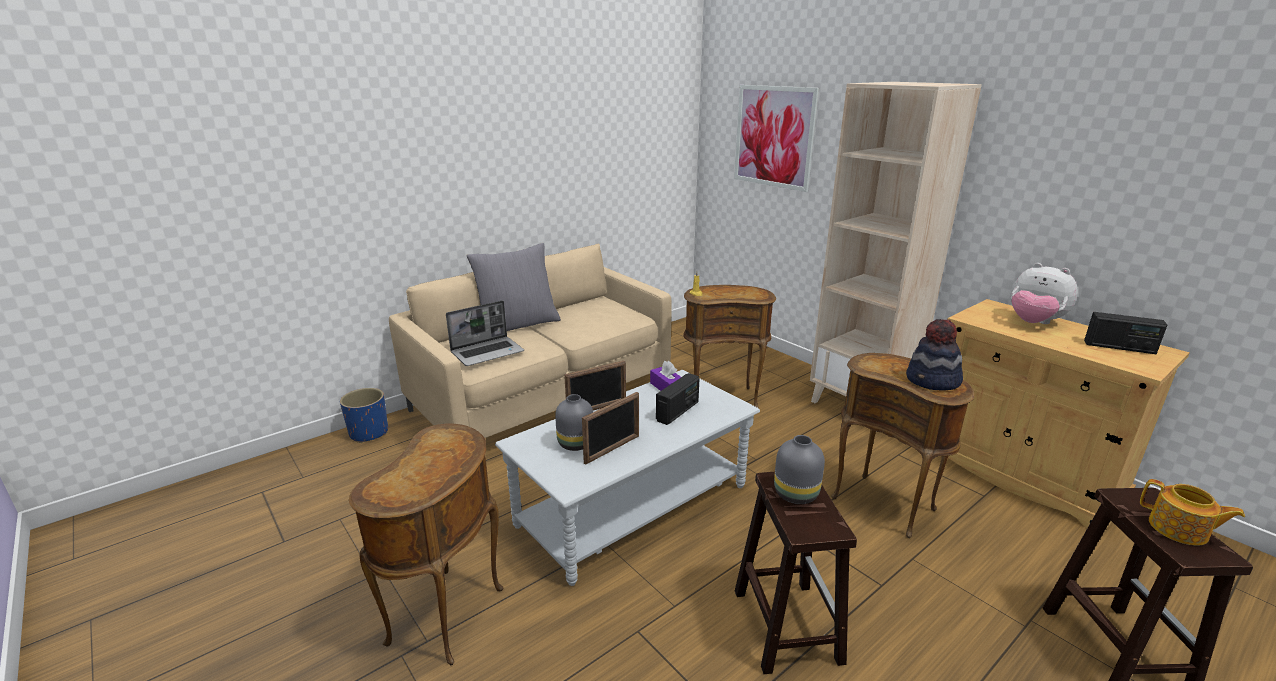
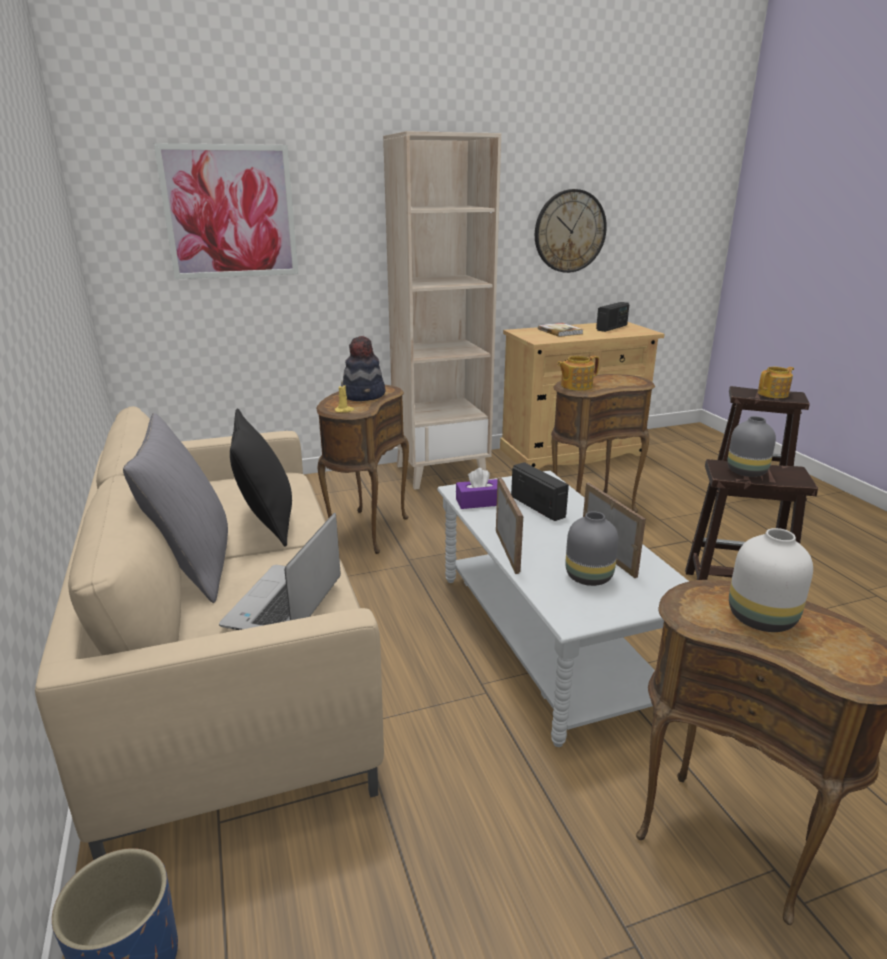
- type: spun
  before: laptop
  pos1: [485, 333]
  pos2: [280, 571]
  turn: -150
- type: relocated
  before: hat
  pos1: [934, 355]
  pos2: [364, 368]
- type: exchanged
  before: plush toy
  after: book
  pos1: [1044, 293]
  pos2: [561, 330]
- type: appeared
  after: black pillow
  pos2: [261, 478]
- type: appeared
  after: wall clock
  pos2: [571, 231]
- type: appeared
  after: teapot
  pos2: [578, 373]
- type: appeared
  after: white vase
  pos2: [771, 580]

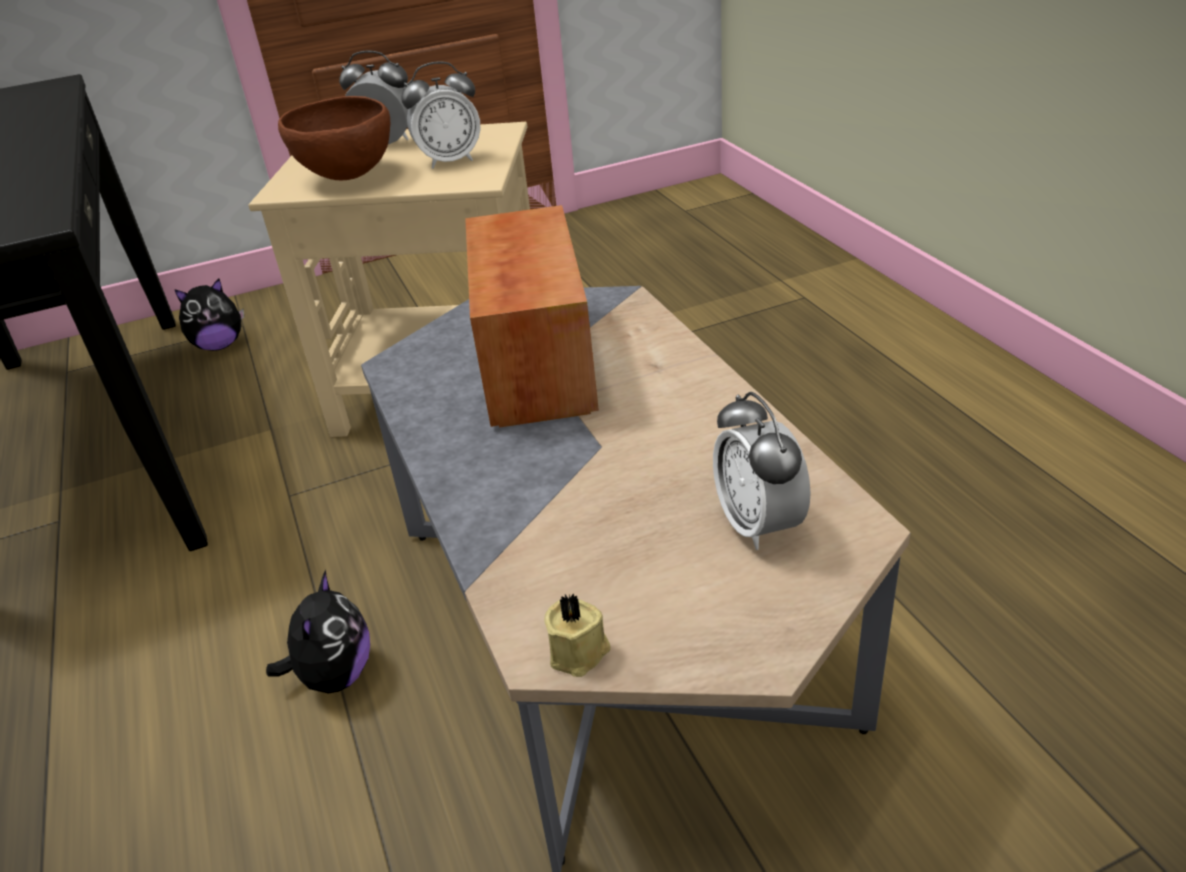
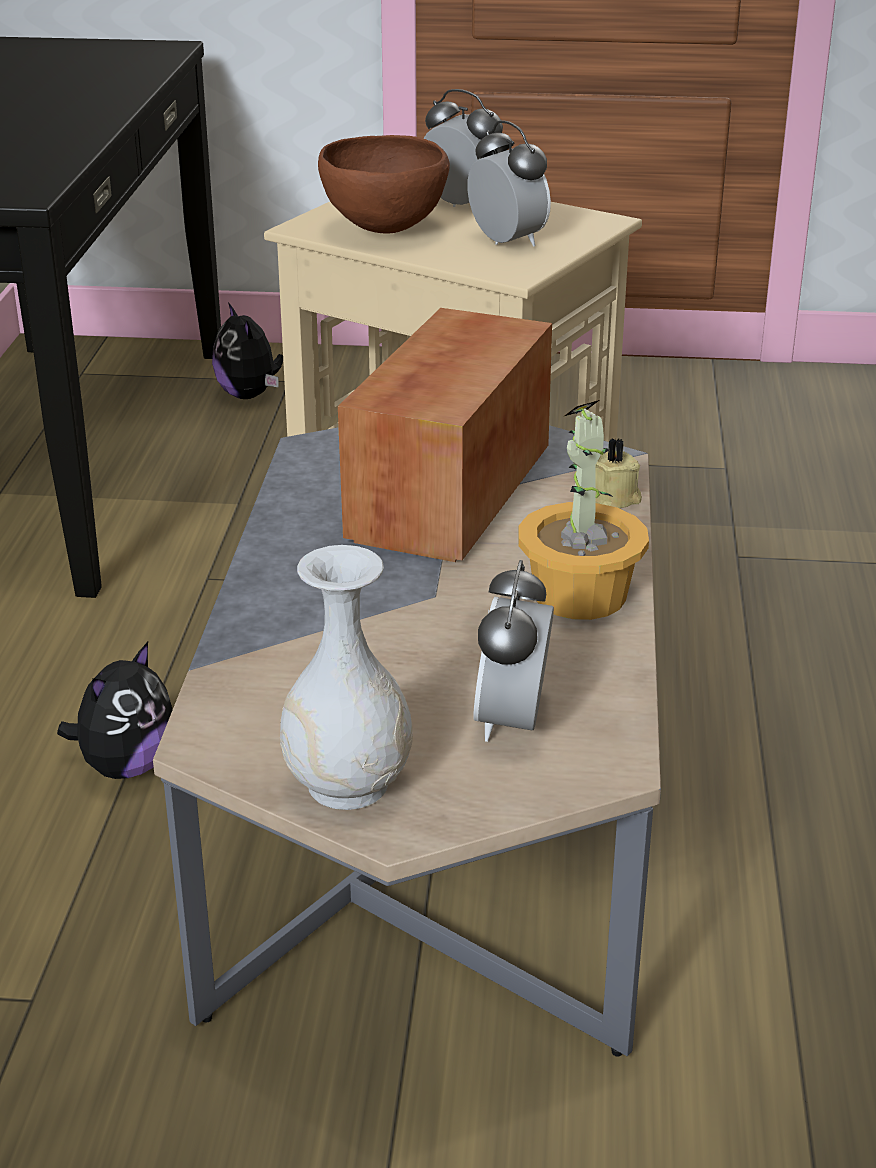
- type: spun
  before: plush toy
  pos1: [209, 314]
  pos2: [247, 350]
  turn: 60
- type: spun
  before: alarm clock
  pos1: [441, 115]
  pos2: [509, 183]
  turn: -135
- type: relocated
  before: beige candle
  pos1: [577, 635]
  pos2: [618, 472]
- type: appeared
  after: white vase
  pos2: [346, 677]
- type: appeared
  after: potted plant
  pos2: [583, 510]

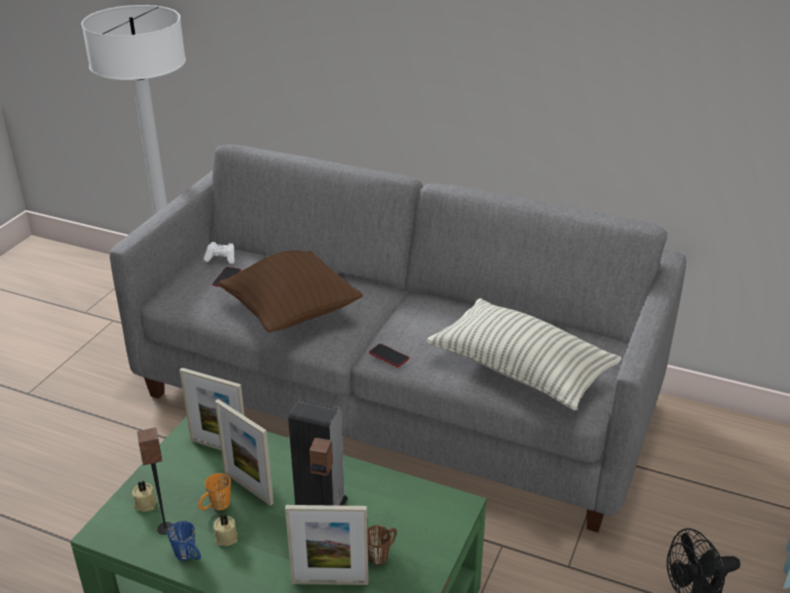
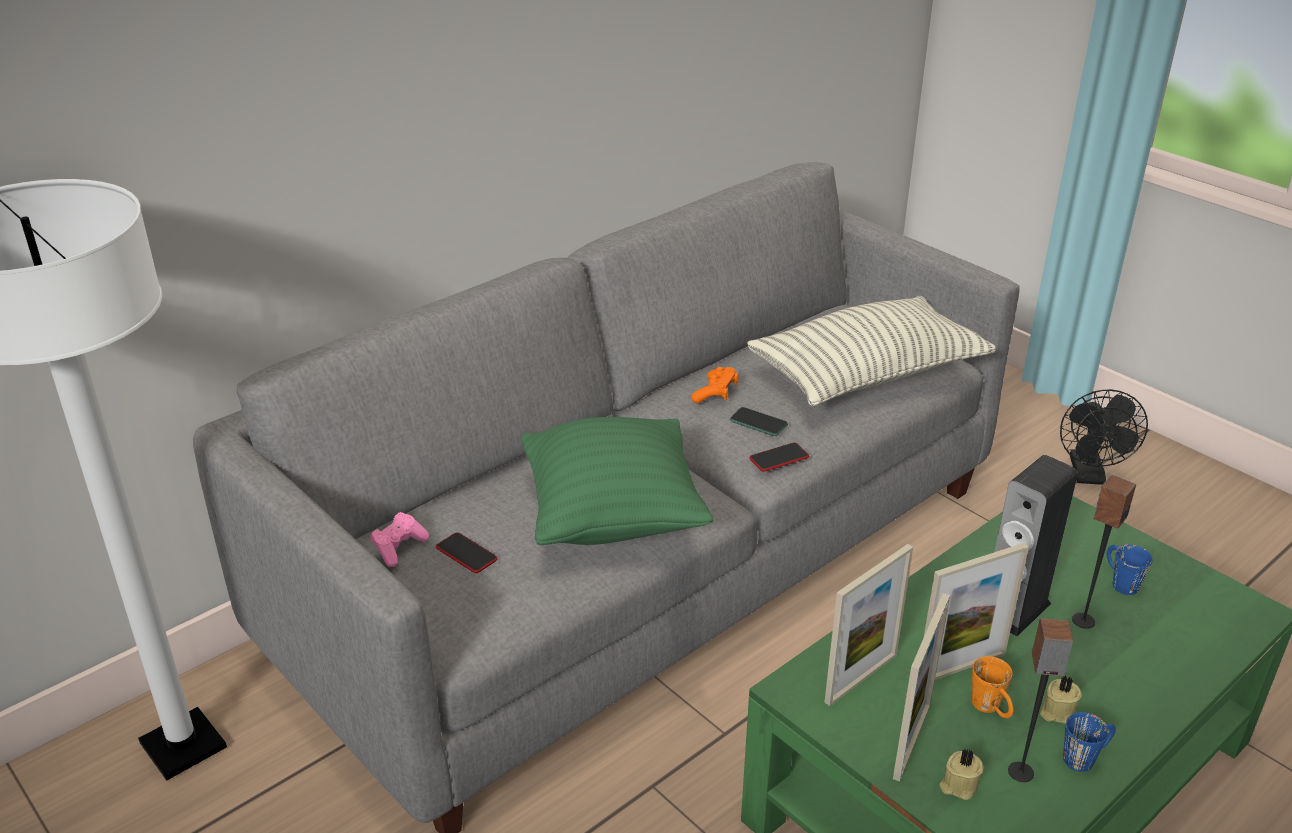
- type: colour
  before: white game controller
  after: pink game controller
  pos1: [219, 253]
  pos2: [399, 539]
- type: colour
  before: brown pillow
  after: green pillow
  pos1: [291, 291]
  pos2: [616, 481]
- type: relocated
  before: picture frame
  pos1: [326, 545]
  pos2: [921, 687]
- type: colour
  before: brown mug
  after: blue mug
  pos1: [382, 545]
  pos2: [1130, 570]
- type: appeared
  after: orange game controller
  pos2: [715, 385]
- type: appeared
  after: phone
  pos2: [759, 421]

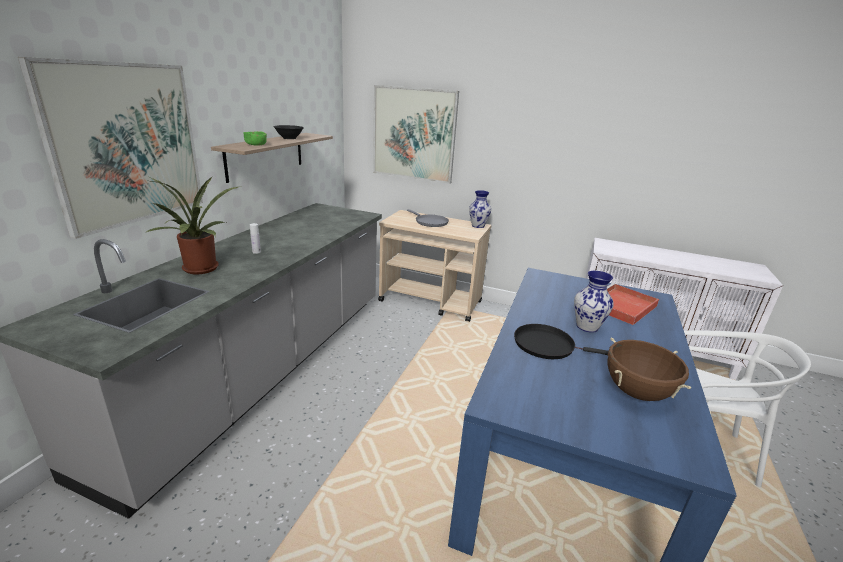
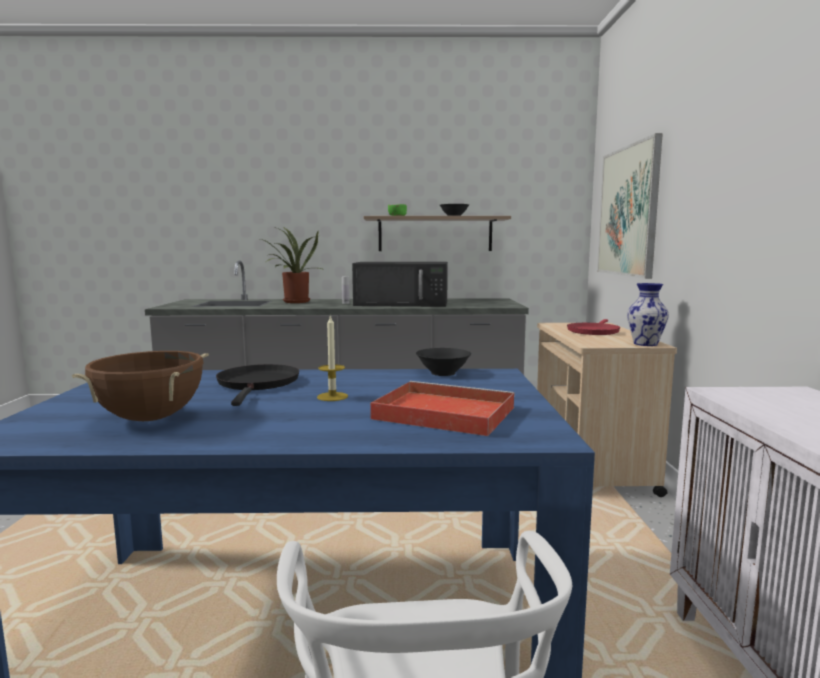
- type: missing
  before: picture
  pos1: [110, 148]
- type: colour
  before: grey frying pan
  after: red frying pan
  pos1: [428, 218]
  pos2: [594, 327]
- type: exchanged
  before: vase
  after: candle
  pos1: [594, 302]
  pos2: [332, 357]
- type: appeared
  after: black microwave
  pos2: [400, 284]
- type: appeared
  after: black bowl
  pos2: [443, 362]

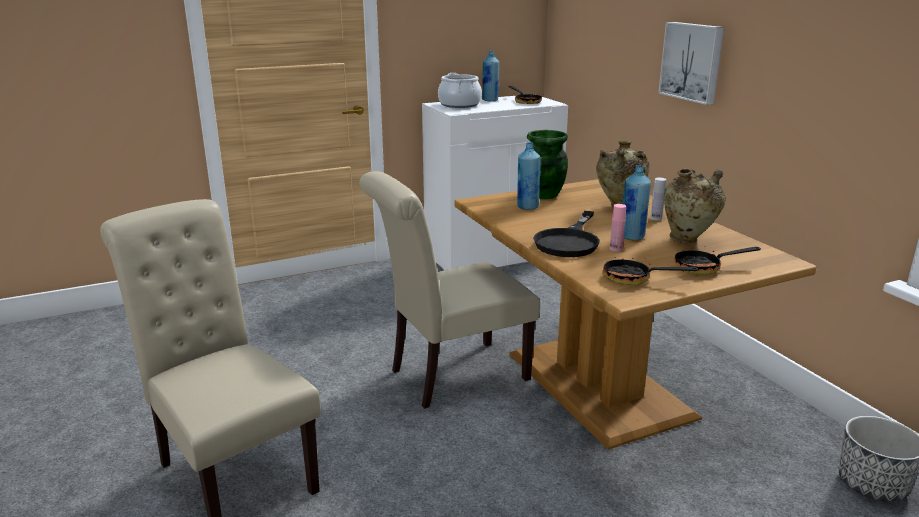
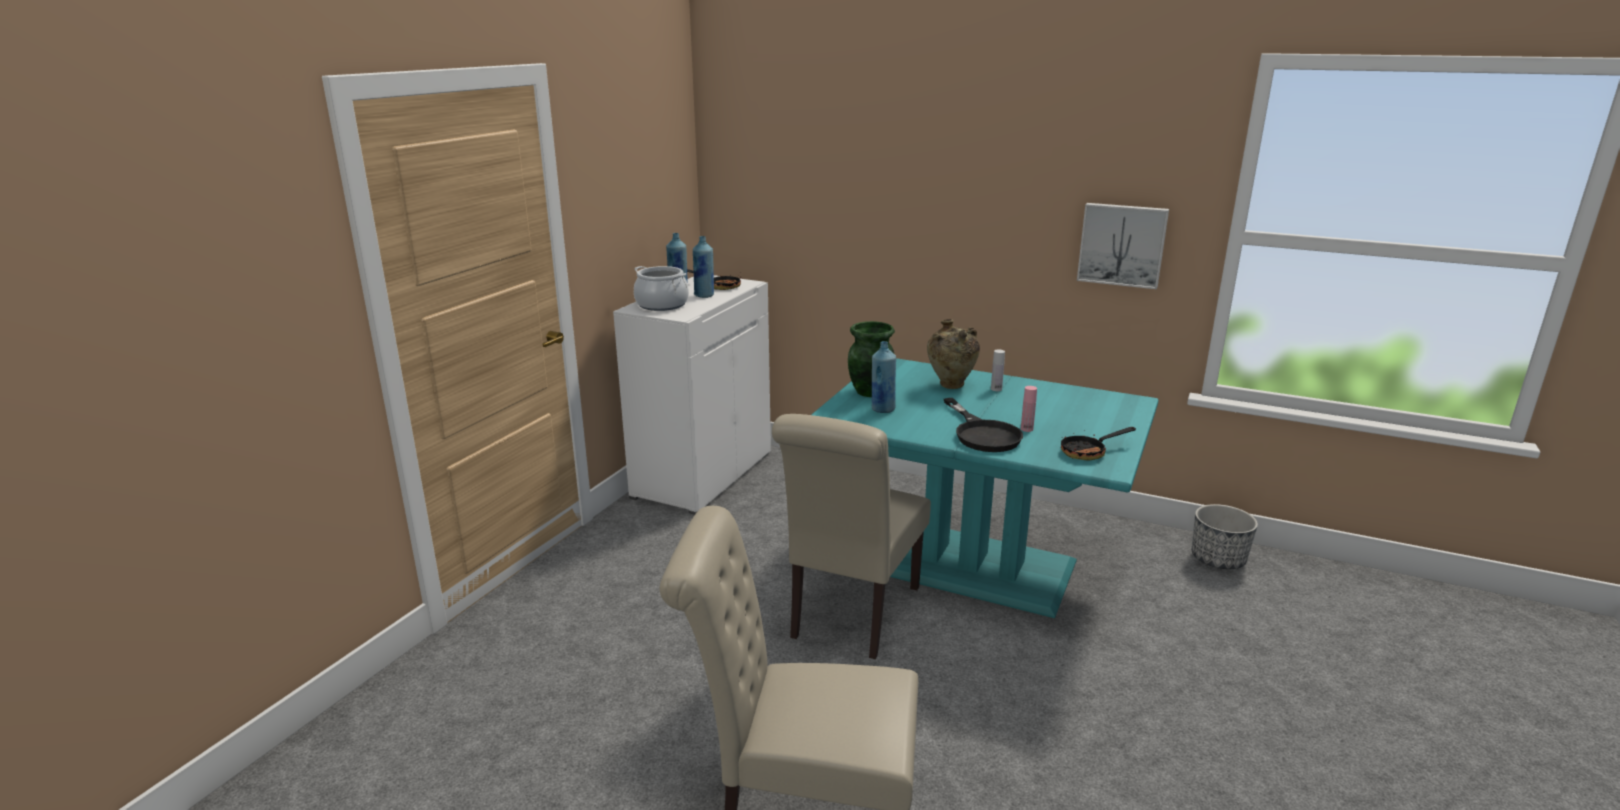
- type: colour
  before: brown dining table
  after: turquoise dining table
  pos1: [636, 314]
  pos2: [985, 488]
- type: relocated
  before: blue bottle
  pos1: [636, 202]
  pos2: [703, 267]
- type: relocated
  before: picture
  pos1: [691, 63]
  pos2: [1123, 246]
- type: missing
  before: beige vase
  pos1: [695, 206]
- type: missing
  before: frying pan
  pos1: [717, 260]

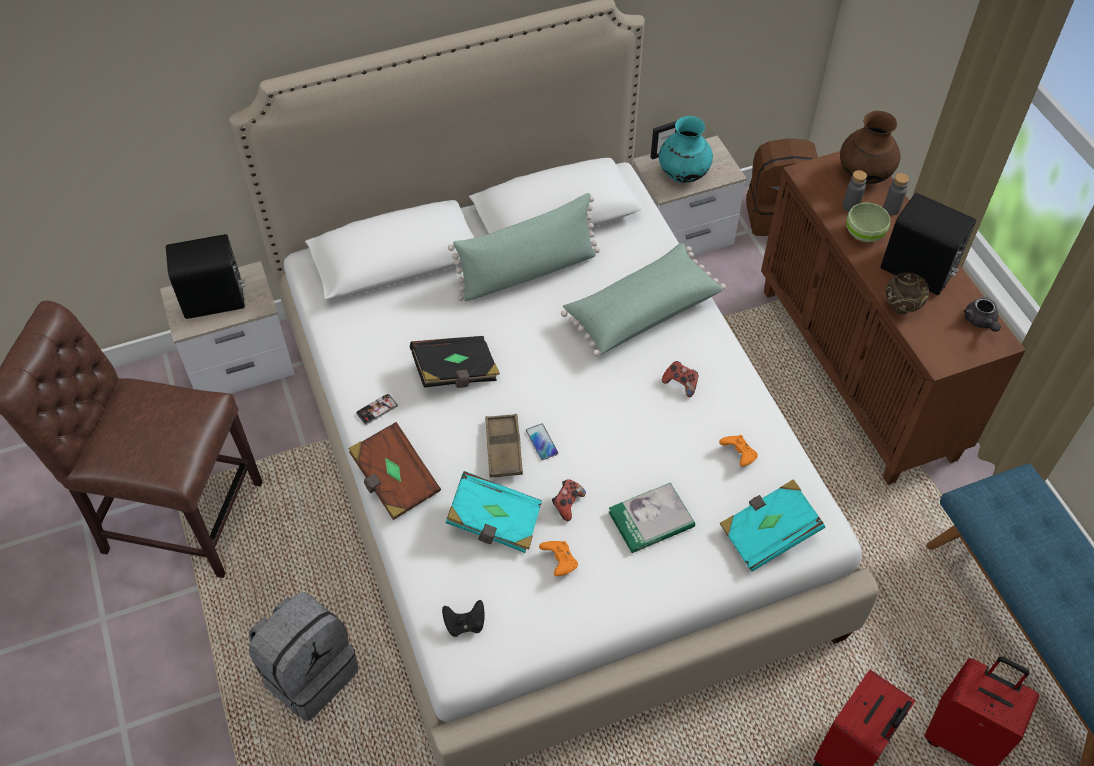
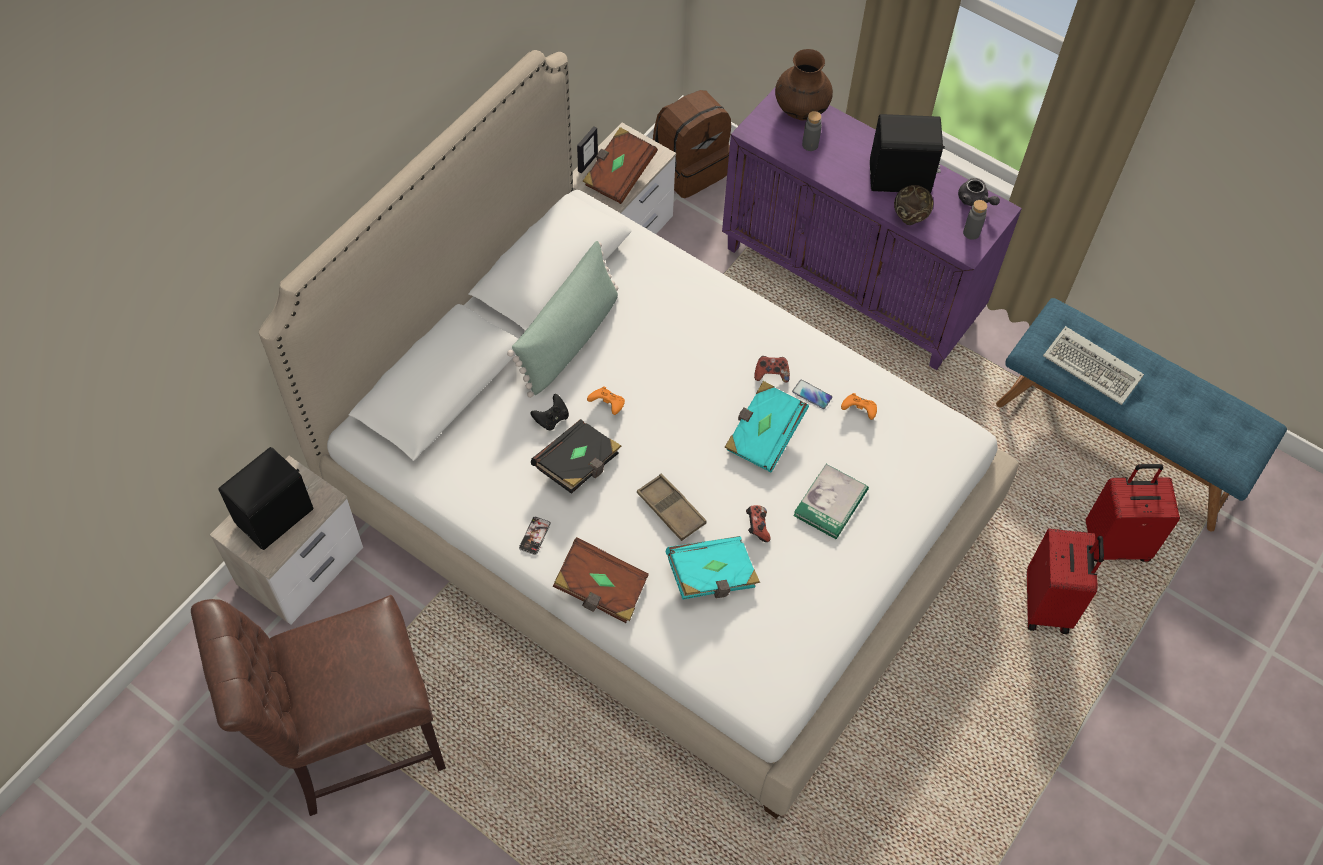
- type: missing
  before: grey backpack
  pos1: [303, 656]
- type: relocated
  before: black game controller
  pos1: [463, 618]
  pos2: [549, 412]
- type: relocated
  before: phone
  pos1: [542, 442]
  pos2: [812, 394]
- type: relocated
  before: orange game controller
  pos1: [558, 558]
  pos2: [606, 400]
- type: missing
  before: green pillow
  pos1: [643, 299]
- type: exchanged
  before: turquoise vase
  after: brown book
  pos1: [686, 149]
  pos2: [620, 165]
- type: relocated
  before: turquoise book
  pos1: [772, 525]
  pos2: [767, 427]
- type: colour
  before: brown cabinet
  after: purple cabinet
  pos1: [893, 318]
  pos2: [872, 229]
- type: missing
  before: green bowl
  pos1: [868, 222]
- type: relocated
  before: grey bottle
  pos1: [896, 194]
  pos2: [975, 220]
- type: appeared
  after: keyboard
  pos2: [1093, 365]

